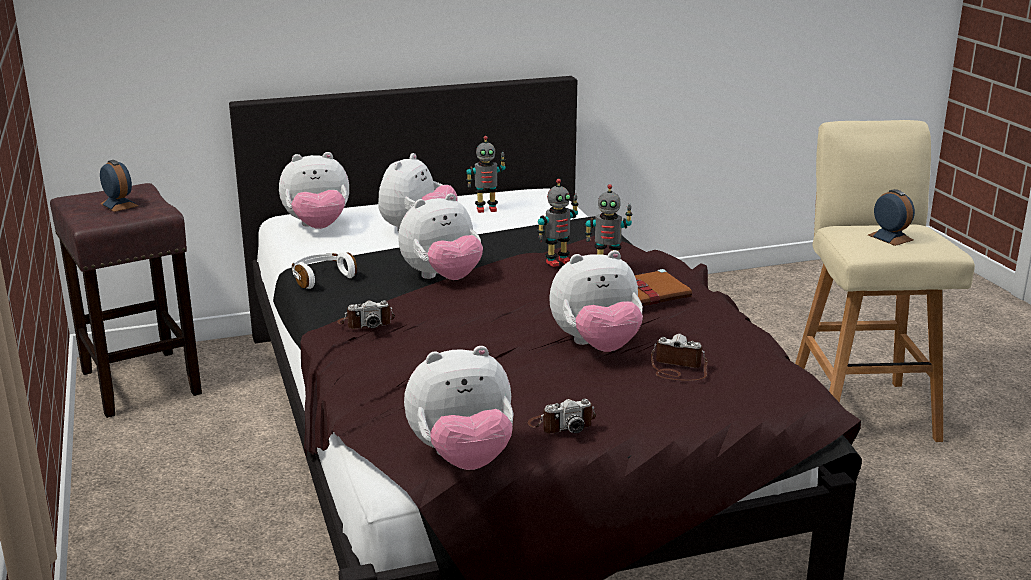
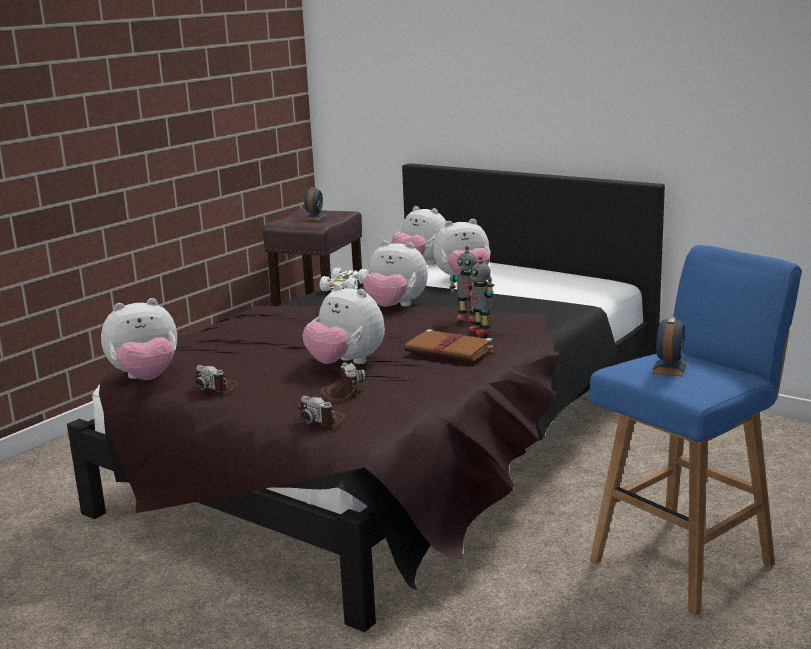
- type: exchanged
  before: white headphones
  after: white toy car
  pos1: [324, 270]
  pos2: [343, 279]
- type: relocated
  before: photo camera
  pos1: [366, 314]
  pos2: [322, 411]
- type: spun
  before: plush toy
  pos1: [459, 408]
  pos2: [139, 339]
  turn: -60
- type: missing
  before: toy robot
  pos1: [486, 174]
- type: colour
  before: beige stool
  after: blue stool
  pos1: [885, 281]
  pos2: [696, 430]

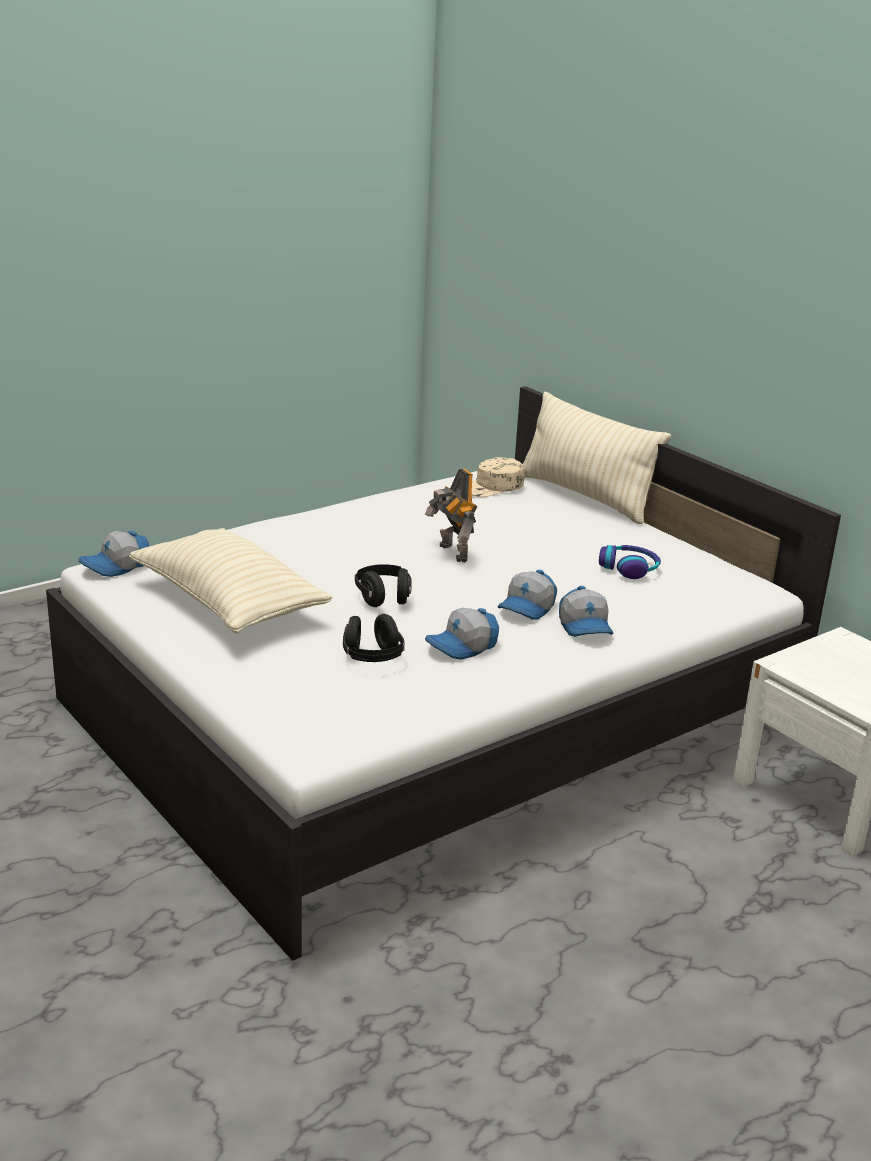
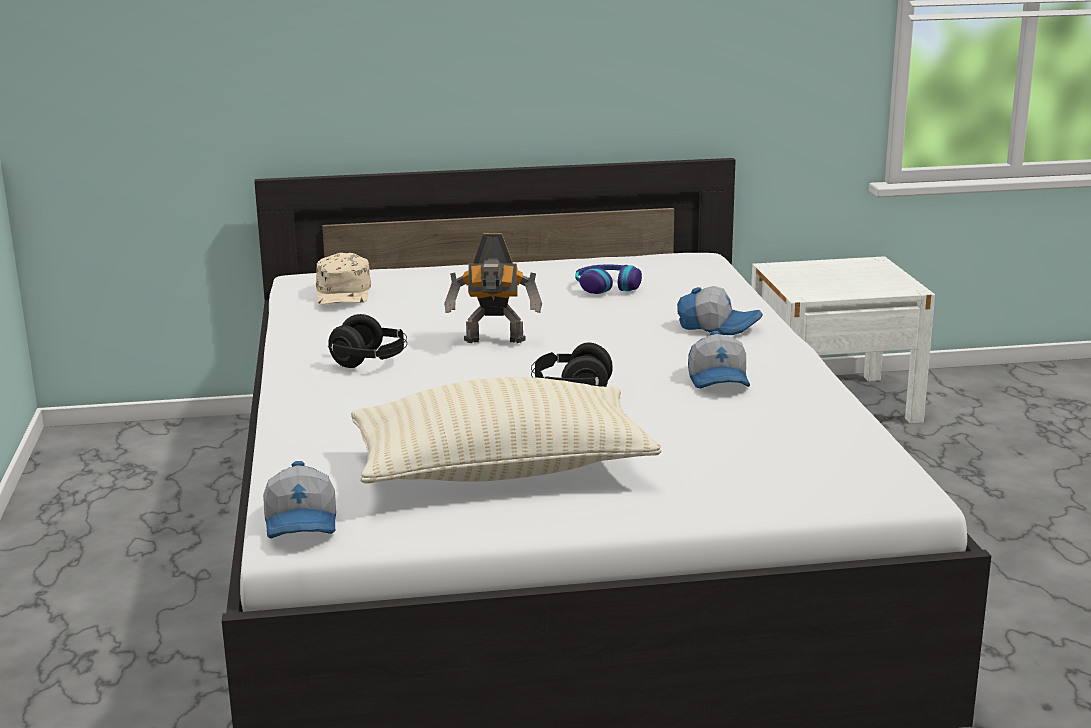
- type: relocated
  before: black headphones
  pos1: [374, 638]
  pos2: [367, 341]
- type: missing
  before: cap
  pos1: [527, 594]
- type: missing
  before: beige pillow
  pos1: [597, 458]

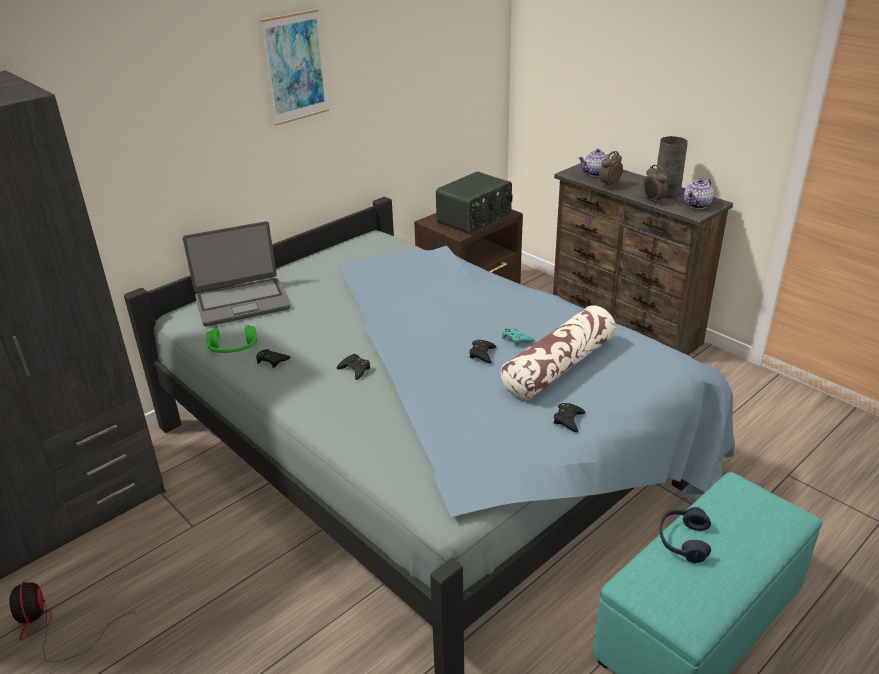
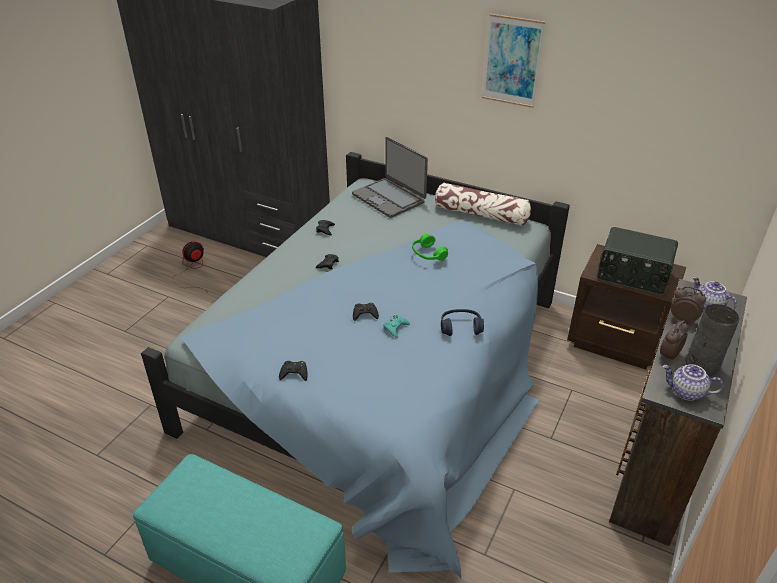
- type: relocated
  before: green headphones
  pos1: [232, 339]
  pos2: [430, 247]
- type: relocated
  before: pillow
  pos1: [558, 353]
  pos2: [483, 204]
- type: relocated
  before: blue headphones
  pos1: [685, 535]
  pos2: [462, 322]

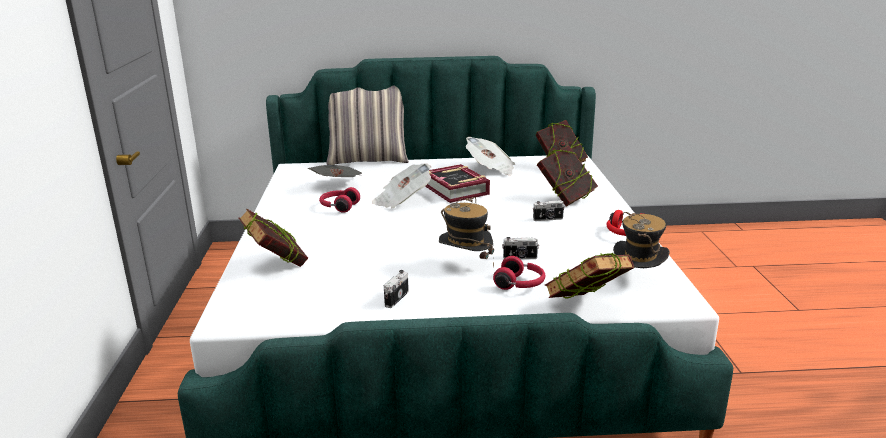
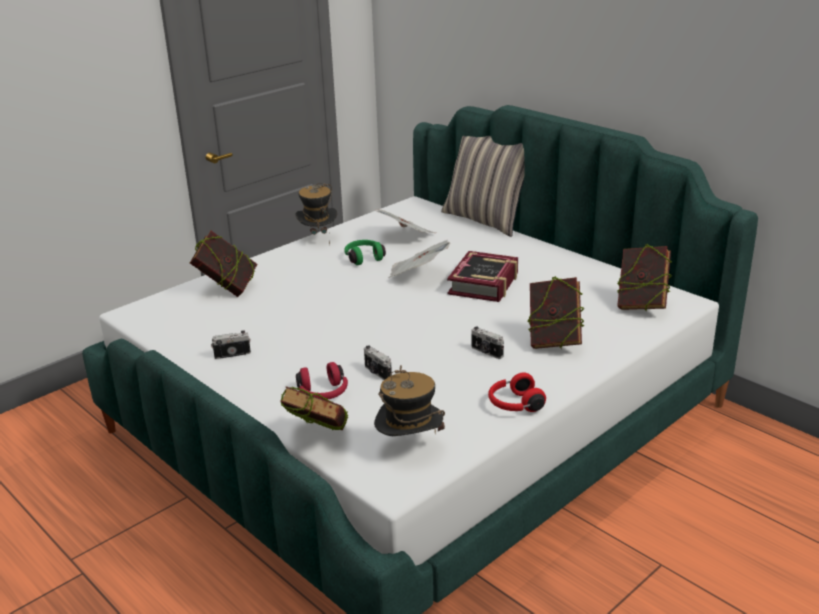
- type: colour
  before: red headphones
  after: green headphones
  pos1: [339, 200]
  pos2: [365, 252]
- type: relocated
  before: hat
  pos1: [466, 232]
  pos2: [316, 214]
- type: missing
  before: newspaper
  pos1: [490, 156]

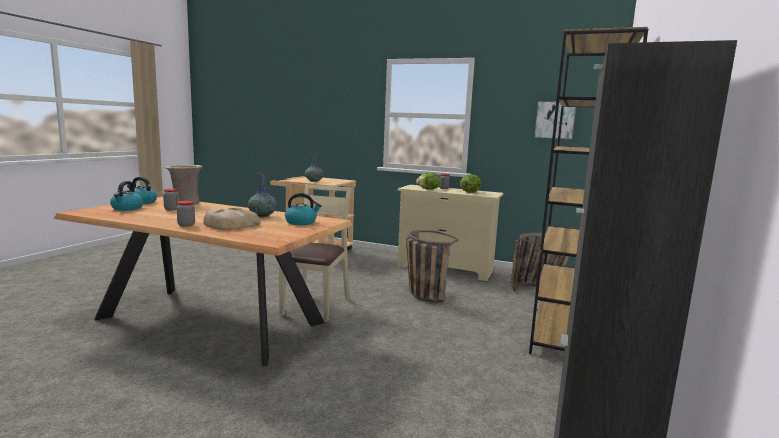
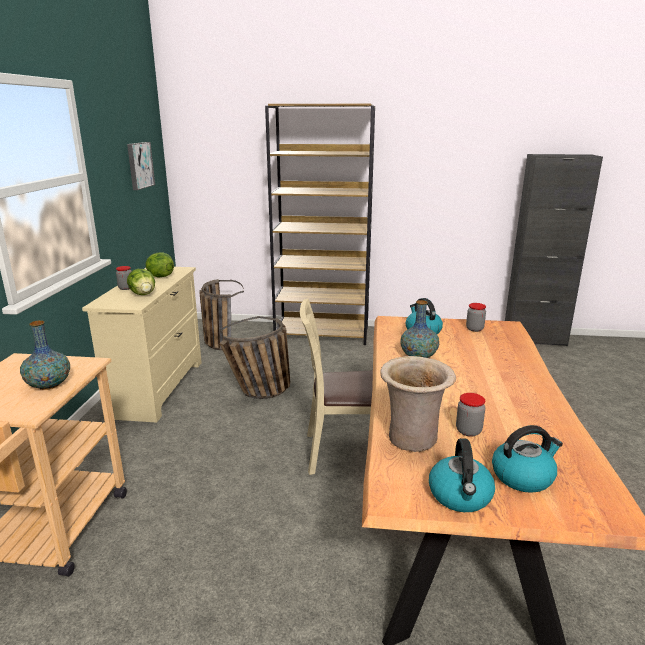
- type: relocated
  before: jar
  pos1: [186, 214]
  pos2: [476, 317]
- type: missing
  before: bread
  pos1: [232, 219]

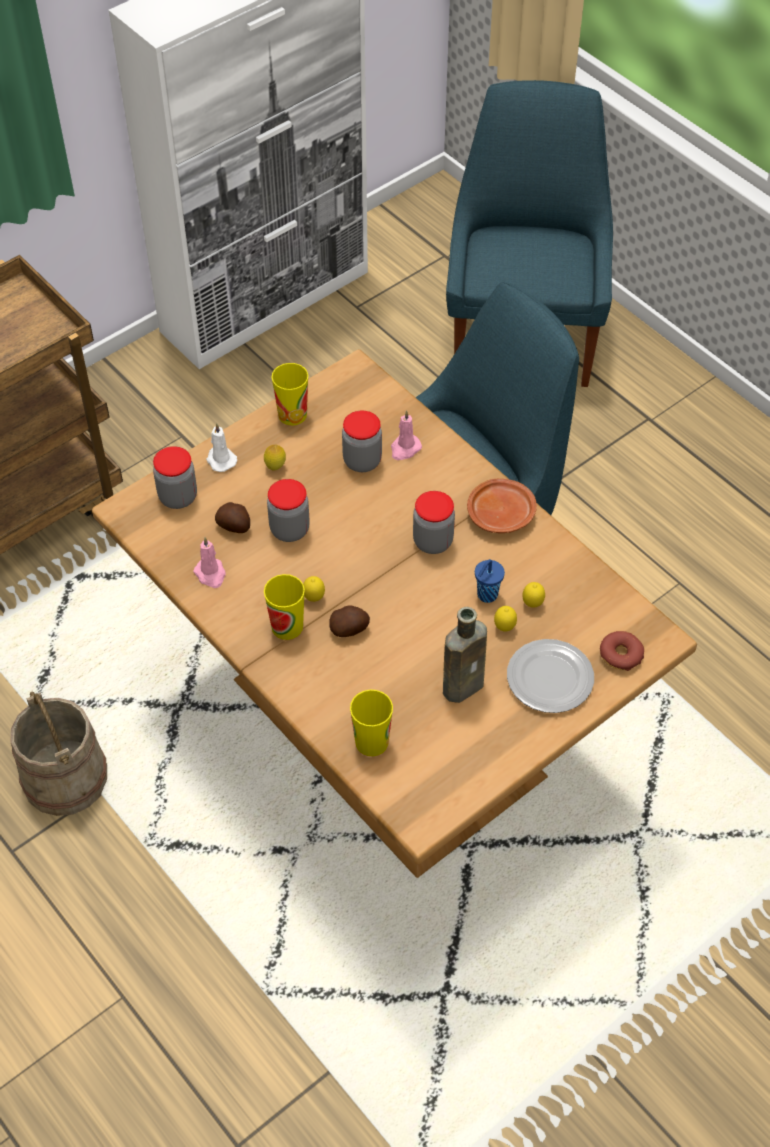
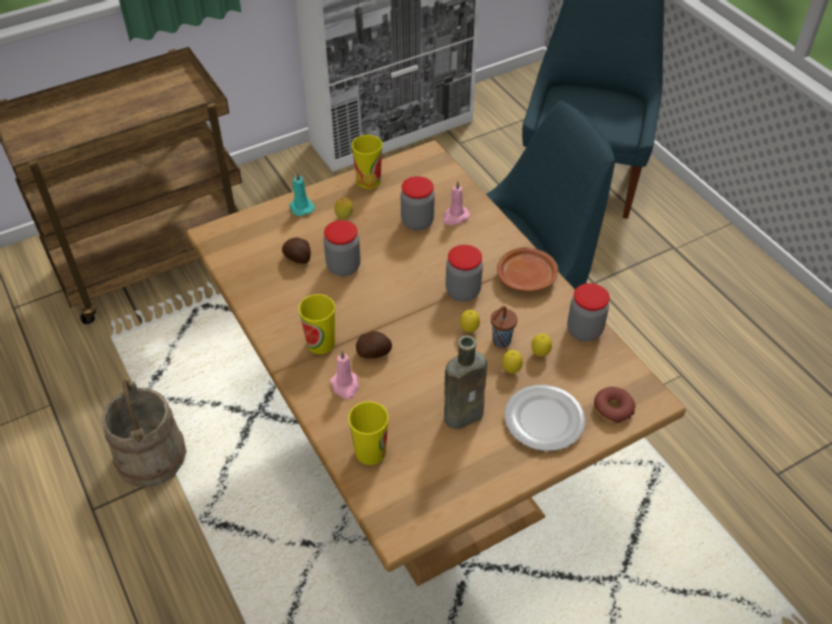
- type: relocated
  before: jar
  pos1: [175, 477]
  pos2: [588, 312]
- type: relocated
  before: pink candle
  pos1: [209, 562]
  pos2: [344, 375]
- type: colour
  before: white candle
  after: turquoise candle
  pos1: [221, 447]
  pos2: [302, 193]
- type: relocated
  before: lemon
  pos1: [314, 589]
  pos2: [470, 321]
- type: colour
  before: blue cup
  after: brown cup
  pos1: [490, 581]
  pos2: [504, 327]

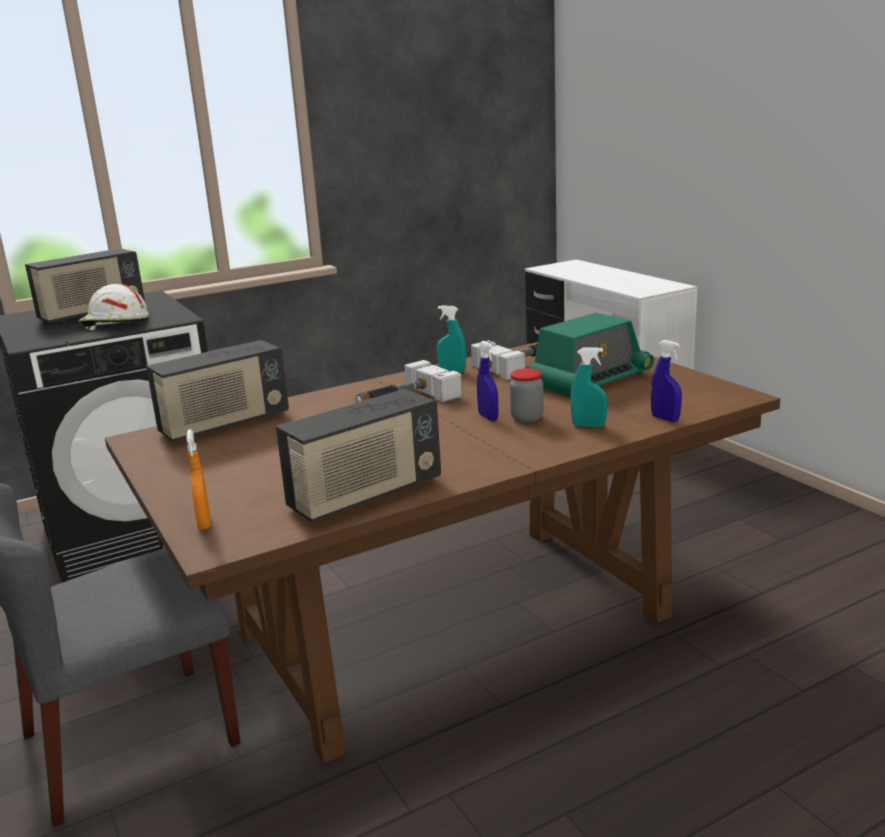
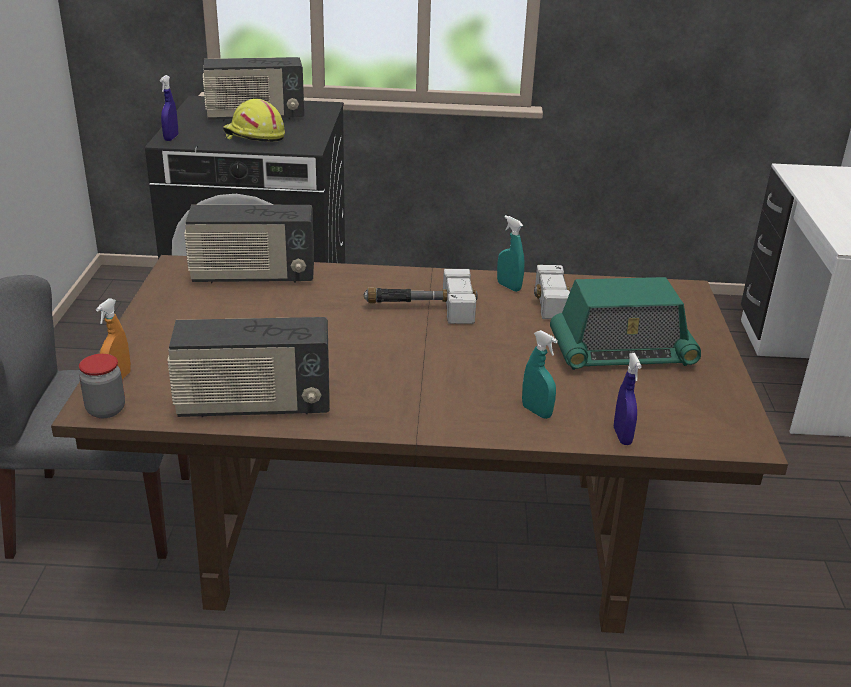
- type: colour
  before: white hard hat
  after: yellow hard hat
  pos1: [113, 307]
  pos2: [254, 120]
- type: relocated
  before: blue spray bottle
  pos1: [487, 381]
  pos2: [169, 108]
- type: relocated
  before: jar
  pos1: [527, 396]
  pos2: [102, 386]

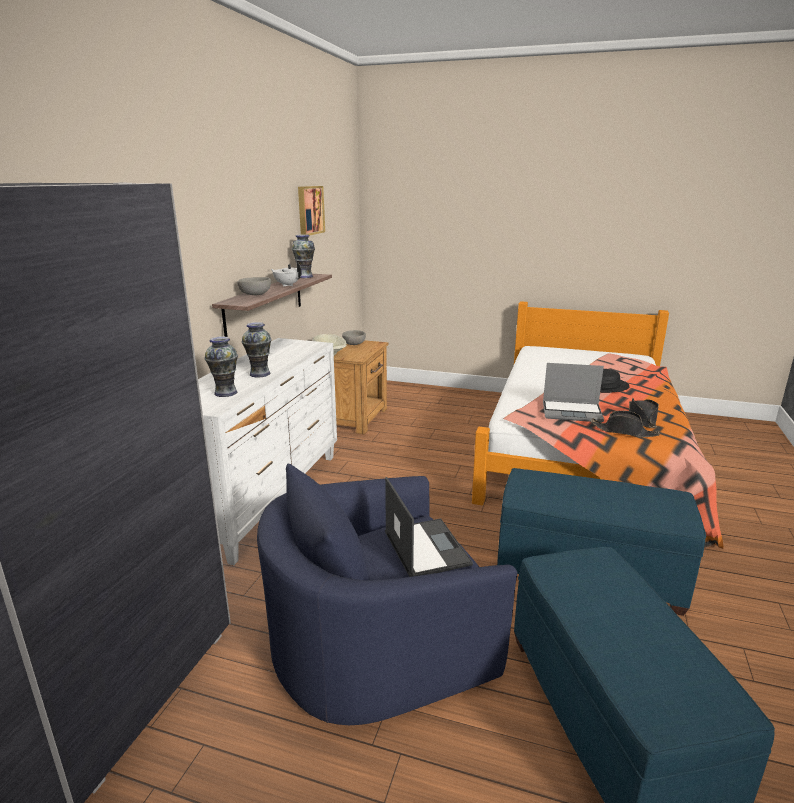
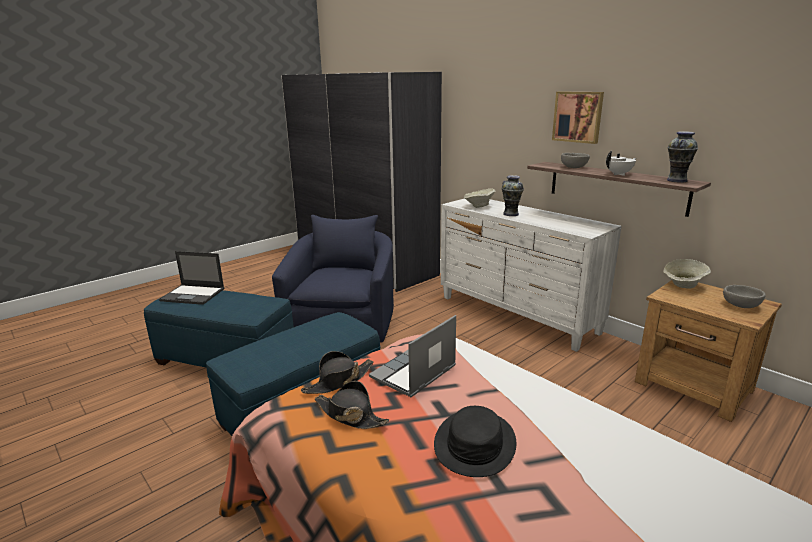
- type: exchanged
  before: vase
  after: beige bowl
  pos1: [221, 366]
  pos2: [479, 198]
- type: relocated
  before: picture
  pos1: [311, 211]
  pos2: [578, 117]
- type: relocated
  before: laptop
  pos1: [429, 527]
  pos2: [191, 278]

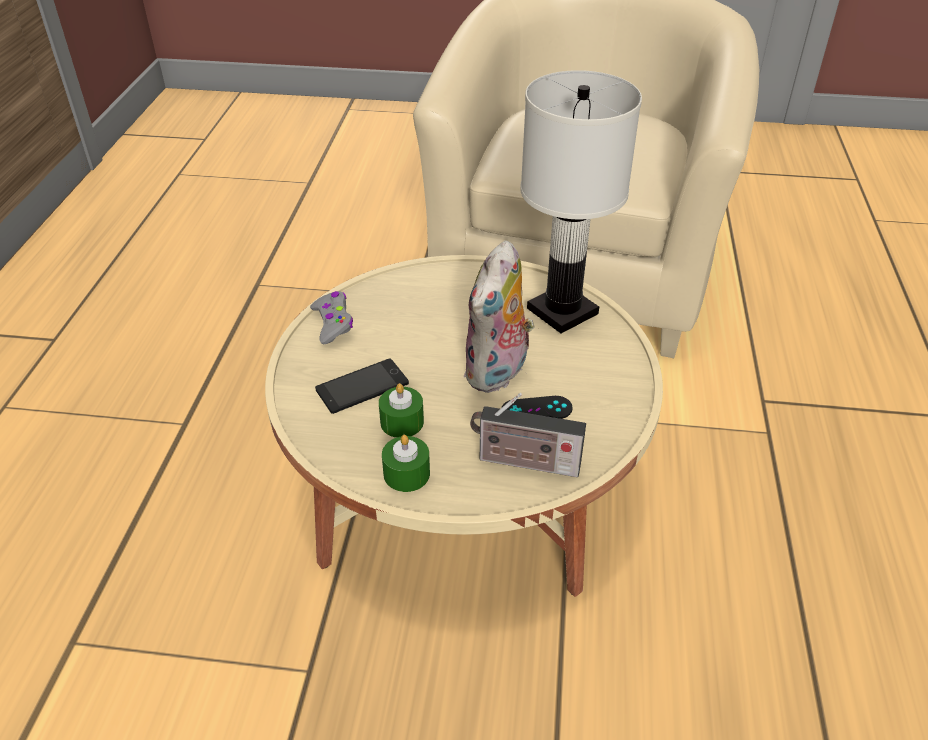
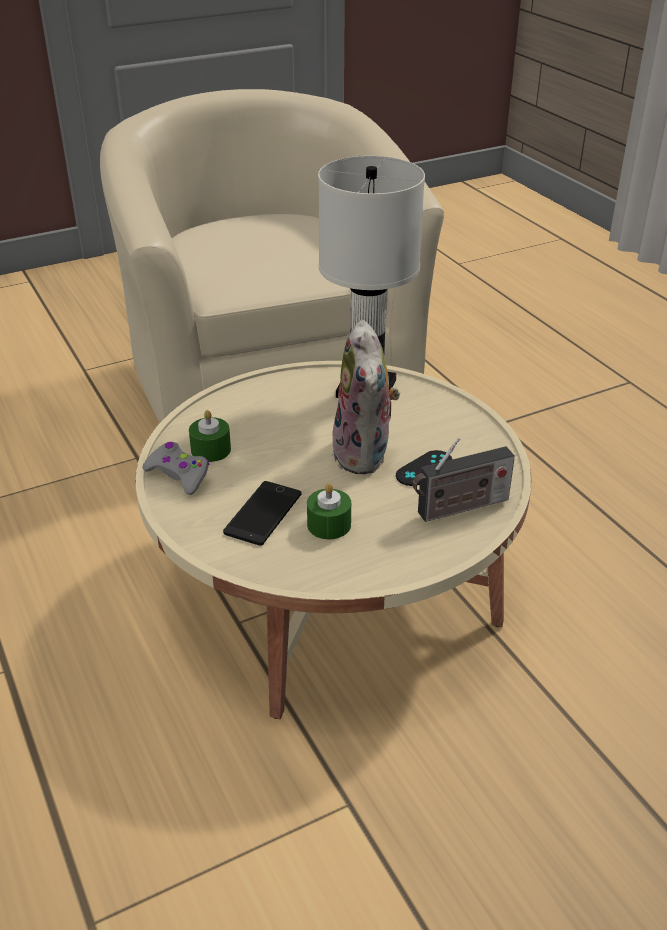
- type: relocated
  before: green candle
  pos1: [406, 463]
  pos2: [210, 436]

